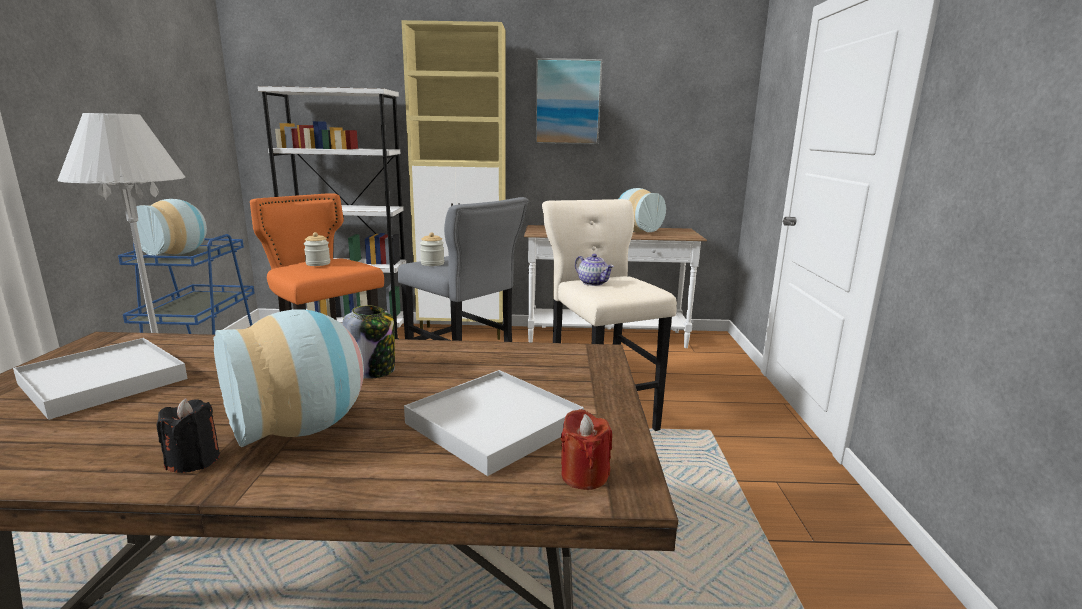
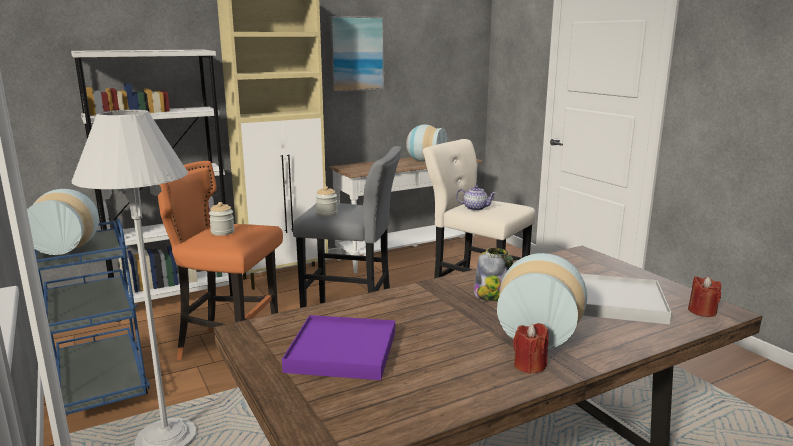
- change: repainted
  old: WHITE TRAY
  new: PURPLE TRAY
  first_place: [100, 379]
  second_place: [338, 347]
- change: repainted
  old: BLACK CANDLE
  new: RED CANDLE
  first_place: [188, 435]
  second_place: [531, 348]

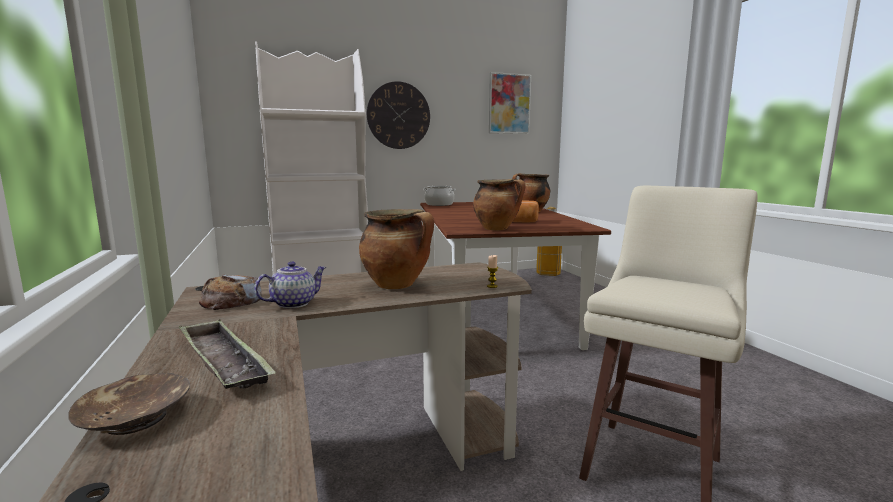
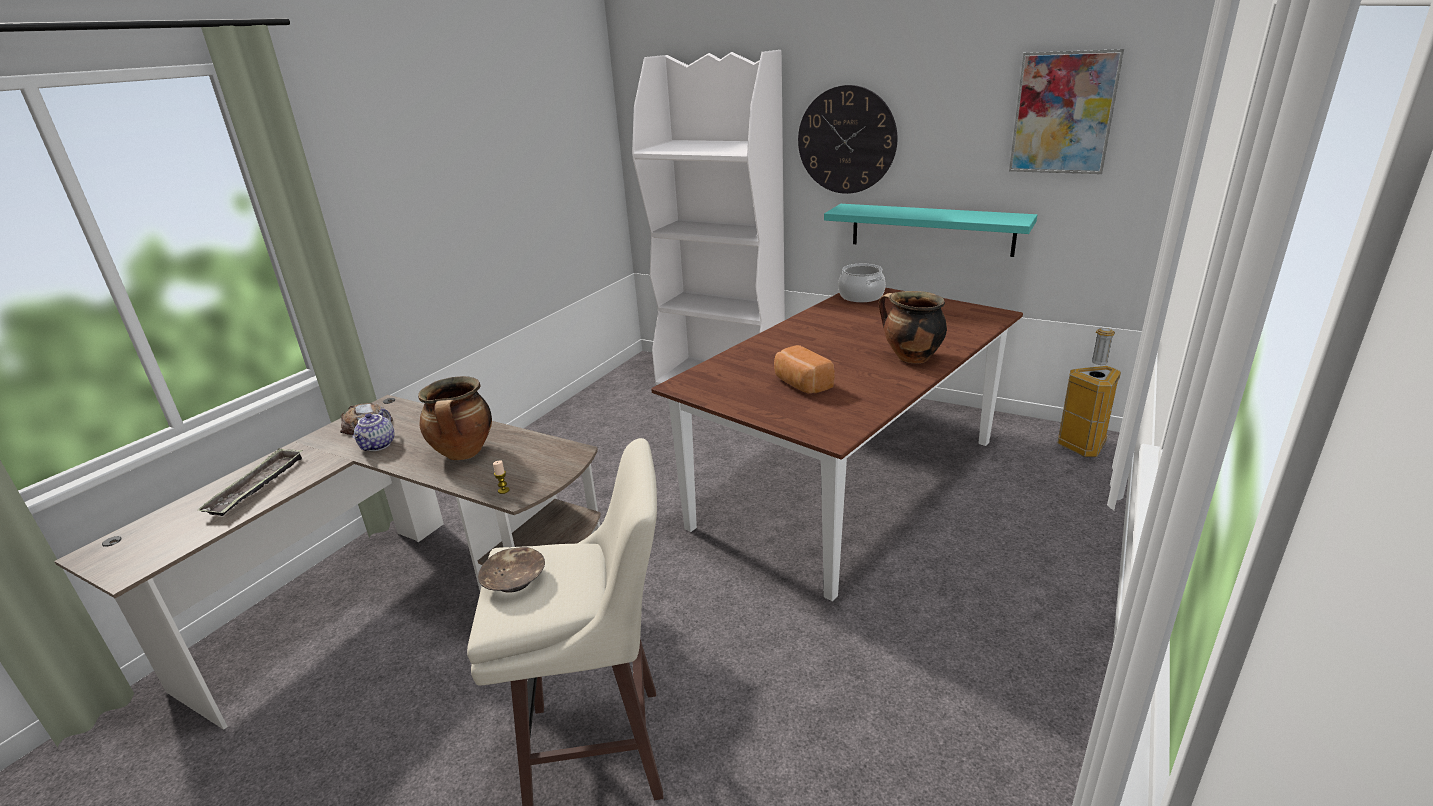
- change: gone
  old: COOKING POT
  first_place: [499, 204]
- change: new
  new: TURQUOISE SHELF
  second_place: [930, 230]
- change: shifted
  old: BROWN BOWL
  first_place: [129, 404]
  second_place: [511, 570]
- change: rotated
  old: TEAPOT
  first_place: [290, 284]
  second_place: [373, 430]
  degrees: 90

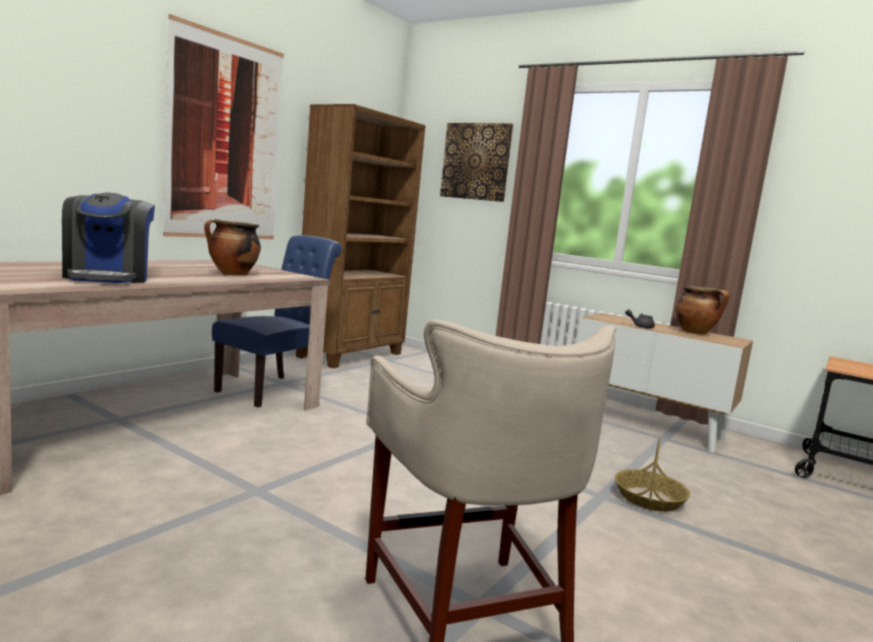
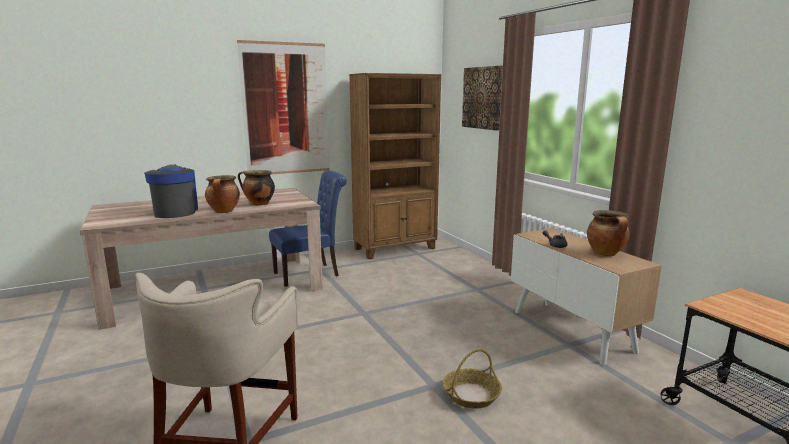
- change: new
  new: COOKING POT
  second_place: [222, 194]
- change: rotated
  old: COFFEE MACHINE
  first_place: [108, 238]
  second_place: [171, 191]
  degrees: 150

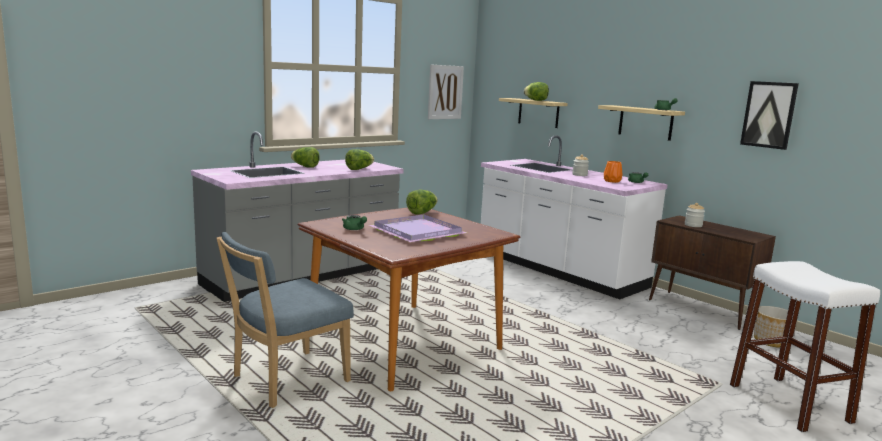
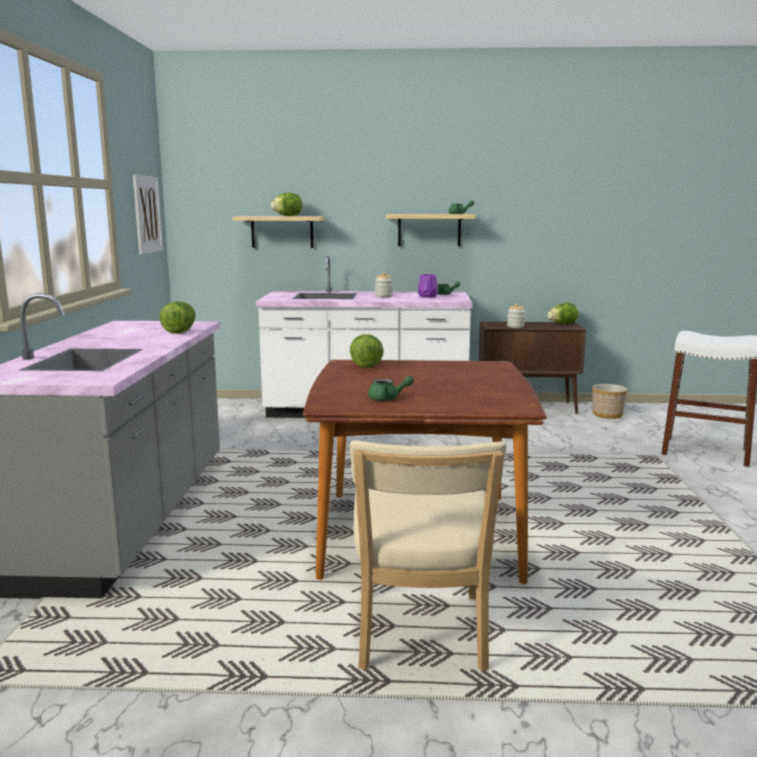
- change: gone
  old: PURPLE TRAY
  first_place: [418, 228]
- change: gone
  old: PICTURE
  first_place: [769, 115]
- change: shifted
  old: LETTUCE
  first_place: [305, 157]
  second_place: [562, 313]
- change: repainted
  old: BLUE CHAIR
  new: BEIGE CHAIR
  first_place: [285, 319]
  second_place: [428, 556]
- change: repainted
  old: ORANGE VASE
  new: PURPLE VASE
  first_place: [613, 172]
  second_place: [428, 286]

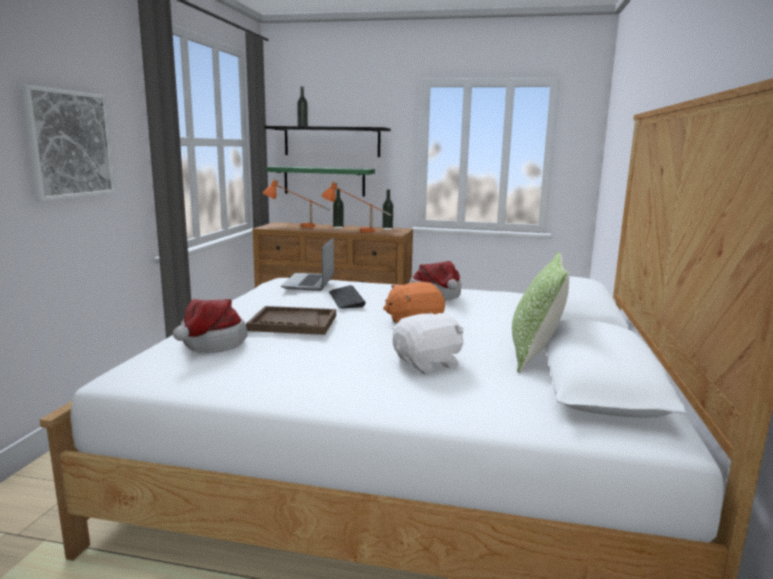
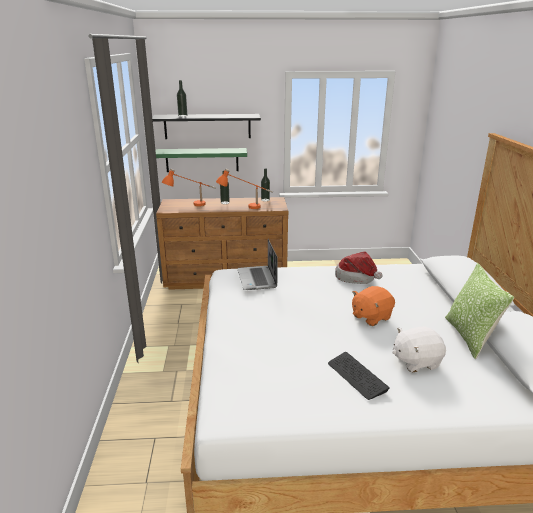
- change: gone
  old: PICTURE
  first_place: [67, 143]
- change: gone
  old: HAT
  first_place: [210, 326]
- change: gone
  old: BROWN TRAY
  first_place: [291, 320]
- change: shifted
  old: KEYBOARD
  first_place: [347, 297]
  second_place: [359, 376]
- change: rotated
  old: WHITE PLUSH TOY
  first_place: [428, 343]
  second_place: [419, 349]
  degrees: -150

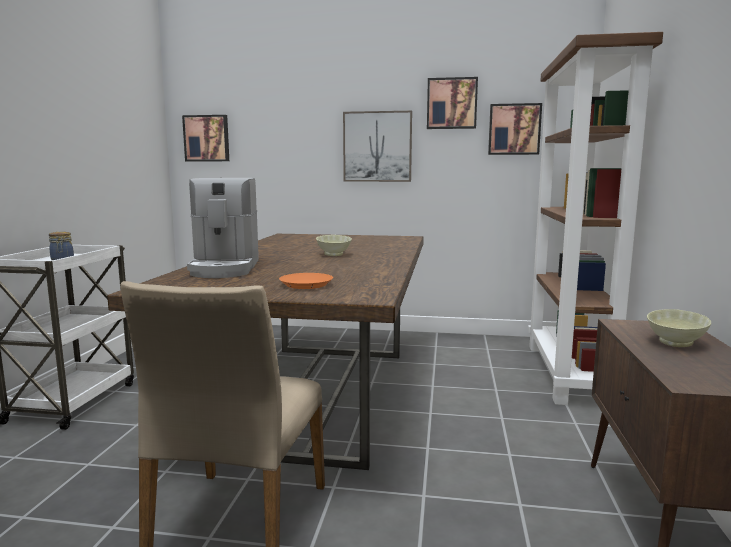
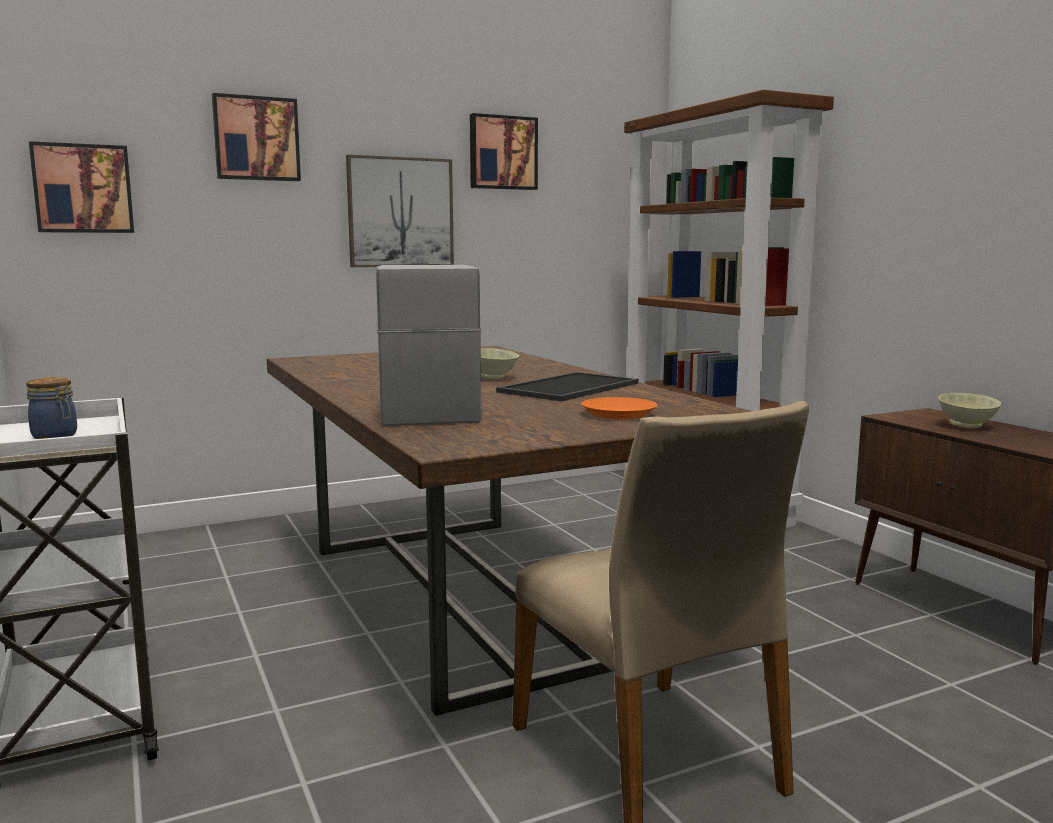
- change: new
  new: TRAY
  second_place: [567, 386]
- change: shifted
  old: PICTURE
  first_place: [515, 129]
  second_place: [256, 137]
- change: rotated
  old: COFFEE MACHINE
  first_place: [223, 228]
  second_place: [429, 345]
  degrees: -150

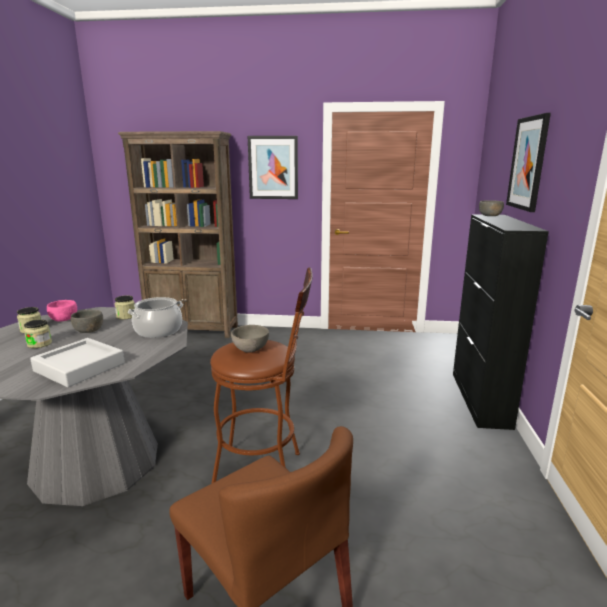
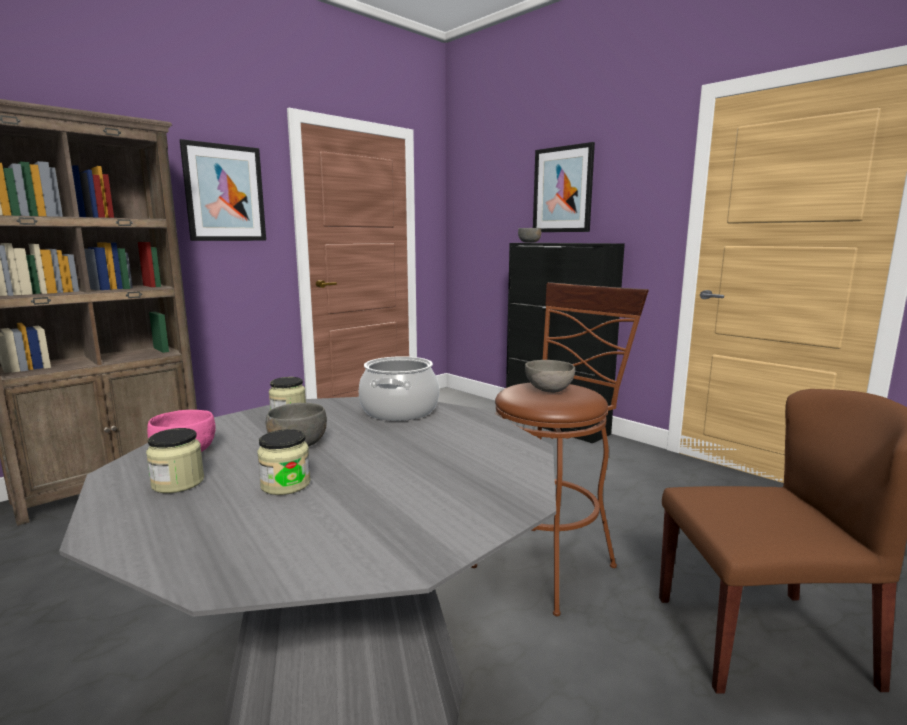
- change: gone
  old: GREY TRAY
  first_place: [77, 362]

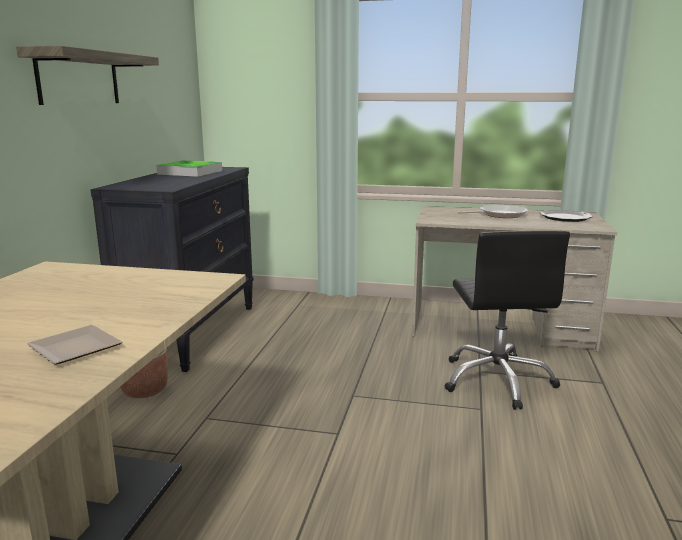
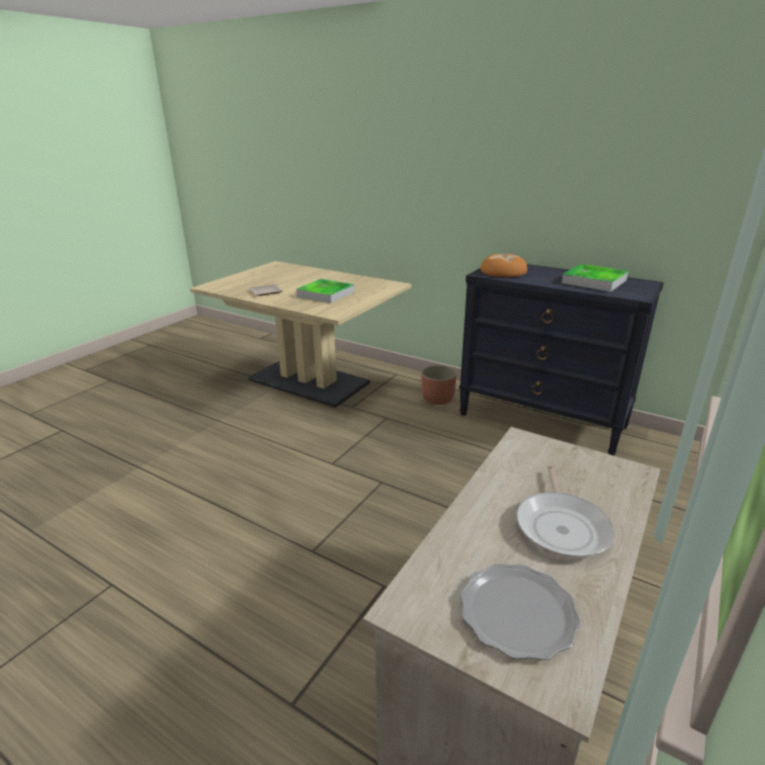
- change: gone
  old: SHELF
  first_place: [87, 75]
- change: gone
  old: BLACK OFFICE CHAIR
  first_place: [507, 320]
- change: new
  new: TRAY
  second_place: [325, 291]
- change: new
  new: BREAD
  second_place: [503, 265]

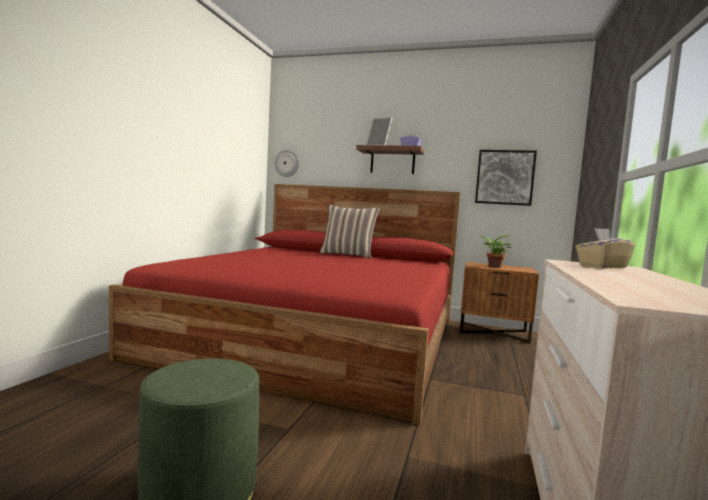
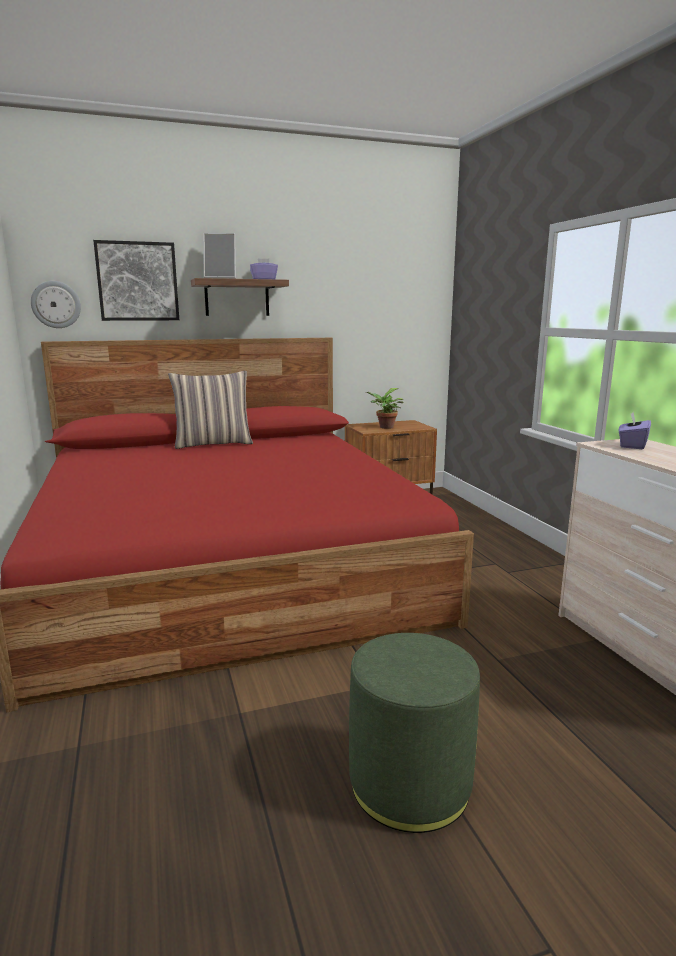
- change: shifted
  old: PICTURE
  first_place: [506, 178]
  second_place: [136, 280]
- change: repainted
  old: BEIGE TISSUE BOX
  new: PURPLE TISSUE BOX
  first_place: [605, 248]
  second_place: [634, 430]

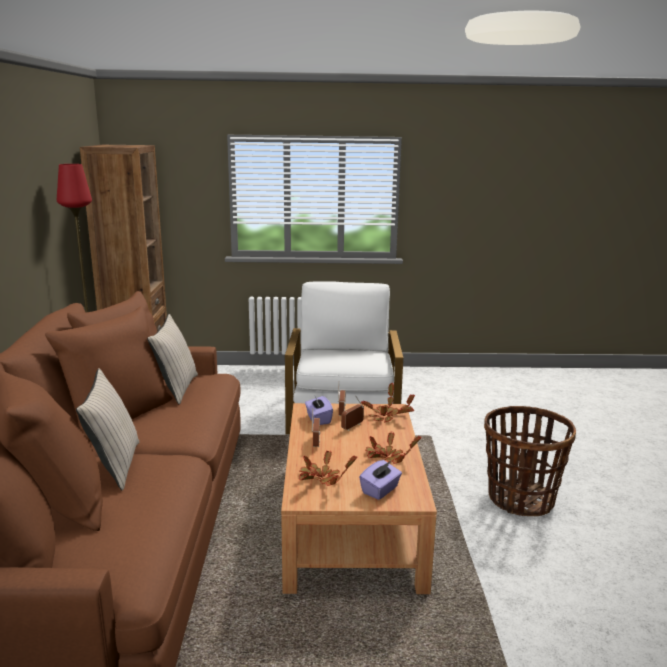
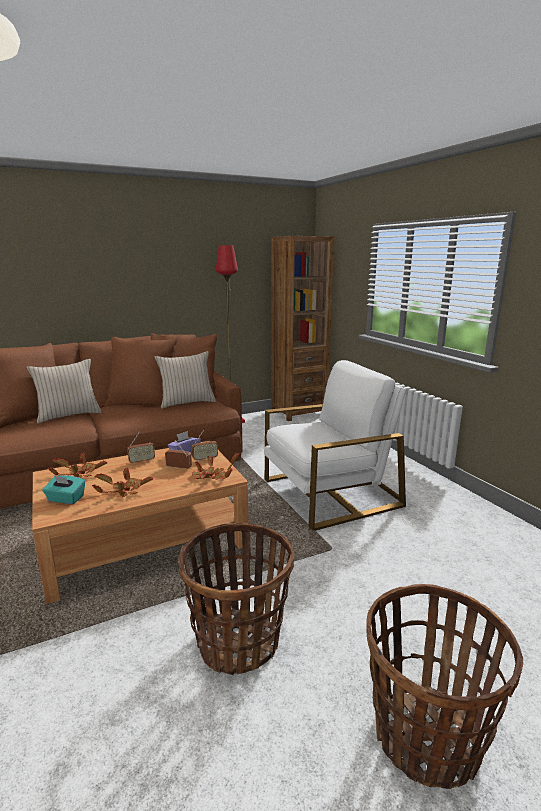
- change: new
  new: BASKET
  second_place: [444, 686]
- change: repainted
  old: PURPLE TISSUE BOX
  new: TURQUOISE TISSUE BOX
  first_place: [380, 480]
  second_place: [64, 489]

